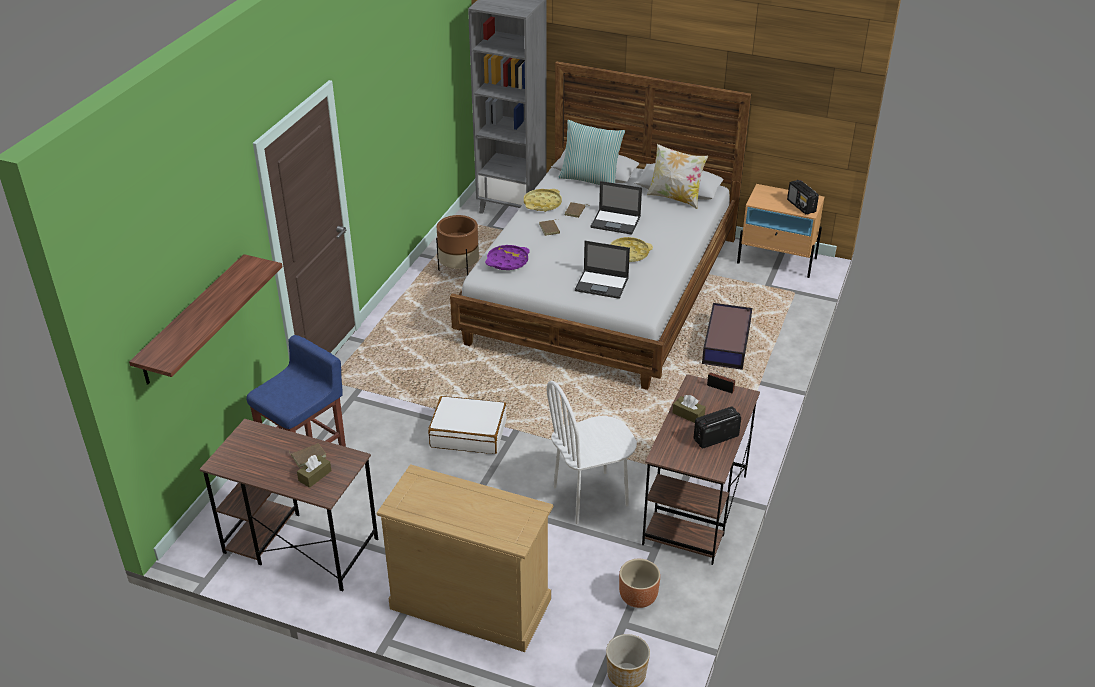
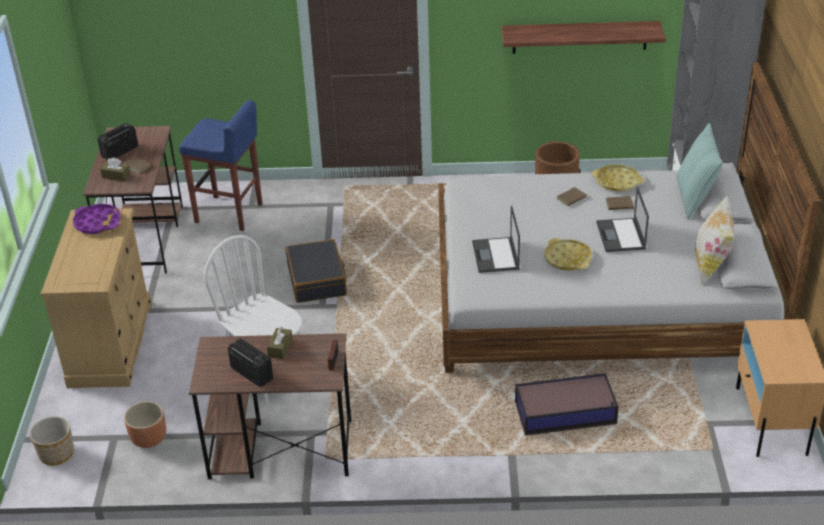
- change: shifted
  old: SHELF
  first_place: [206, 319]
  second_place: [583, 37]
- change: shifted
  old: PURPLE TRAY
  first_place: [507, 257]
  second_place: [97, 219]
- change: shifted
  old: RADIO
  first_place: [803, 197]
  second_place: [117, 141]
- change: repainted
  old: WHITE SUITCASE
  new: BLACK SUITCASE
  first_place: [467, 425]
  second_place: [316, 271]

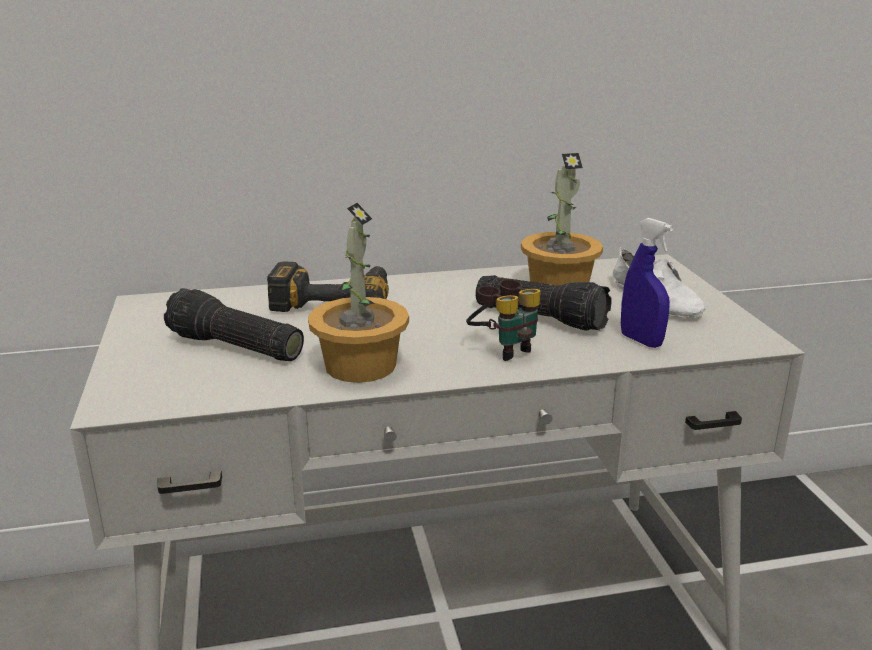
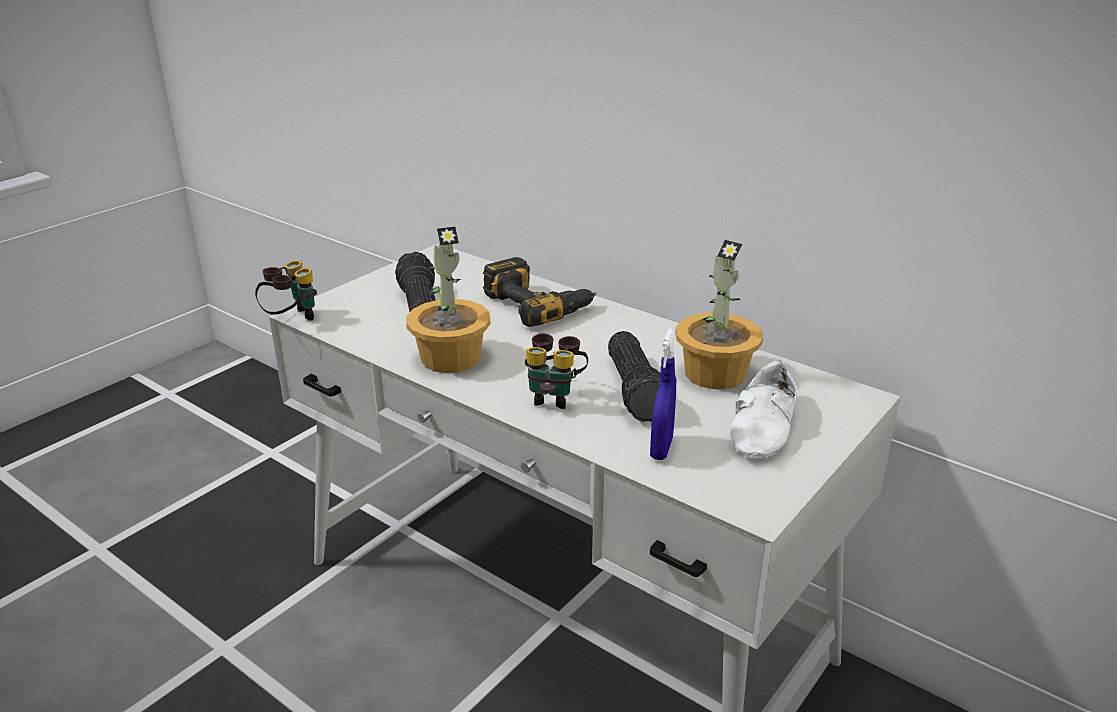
- change: new
  new: BINOCULARS
  second_place: [286, 290]

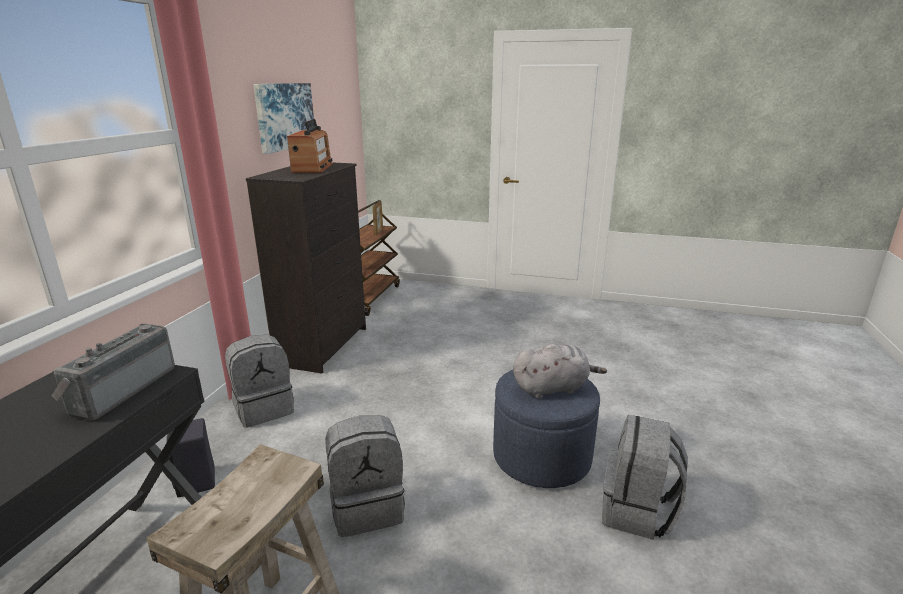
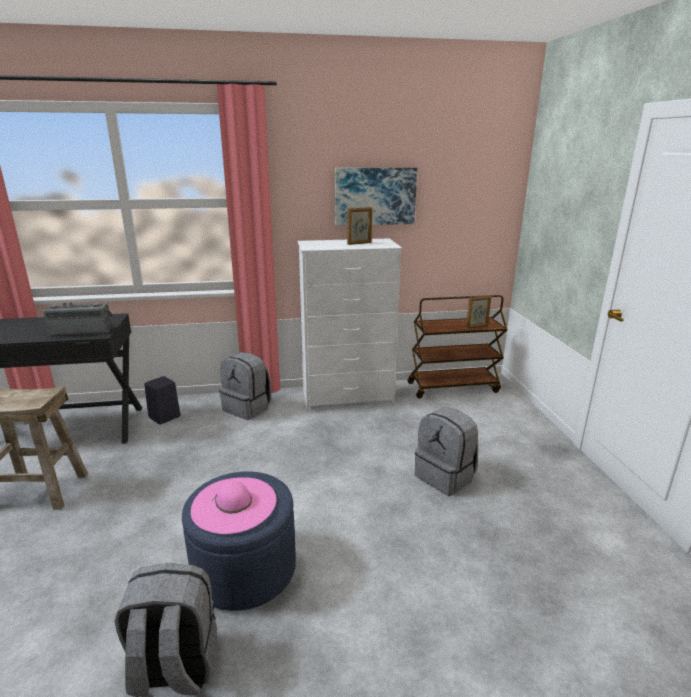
- change: shifted
  old: GREY BACKPACK
  first_place: [365, 476]
  second_place: [446, 451]
- change: swapped
  old: RADIO
  new: PICTURE FRAME
  first_place: [310, 146]
  second_place: [359, 226]
- change: swapped
  old: GREY PLUSH TOY
  new: PINK HAT
  first_place: [560, 371]
  second_place: [233, 505]
- change: repainted
  old: BLACK DRESSER
  new: WHITE DRESSER
  first_place: [306, 268]
  second_place: [350, 325]

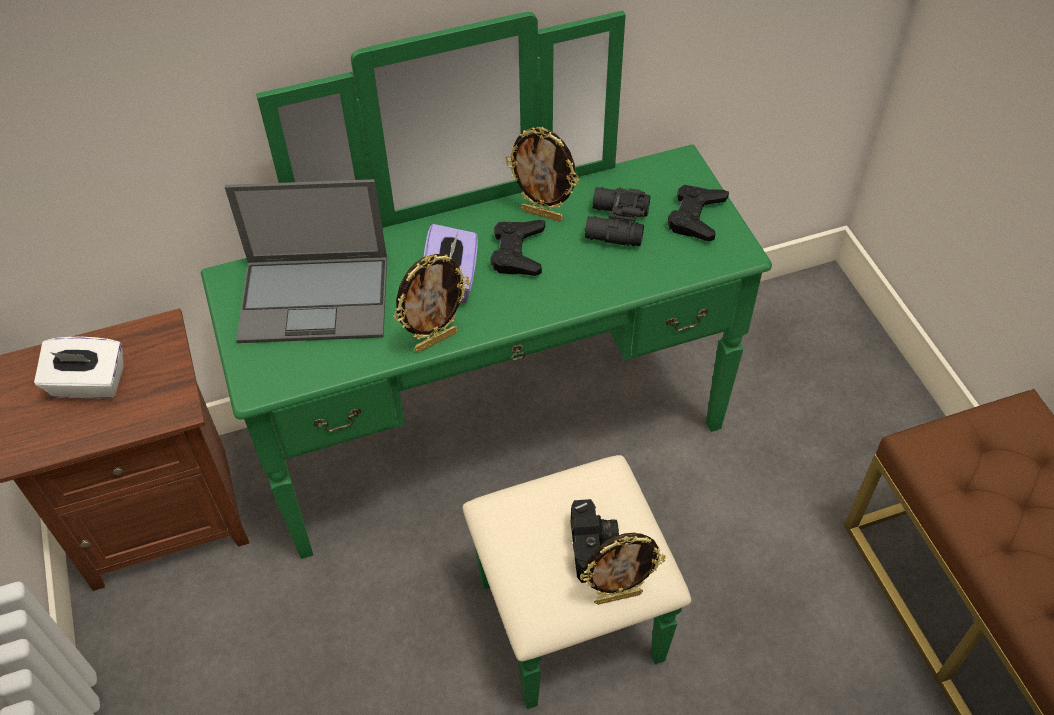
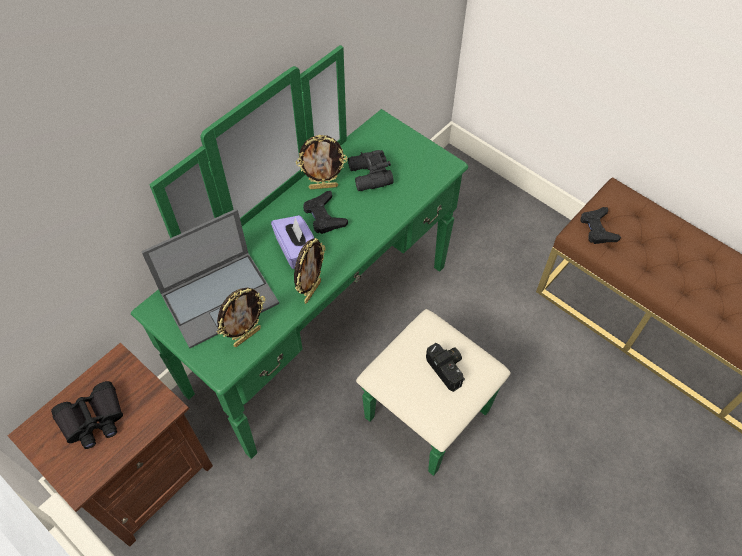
- change: shifted
  old: PICTURE FRAME
  first_place: [623, 569]
  second_place: [241, 317]
- change: shifted
  old: BLACK GAME CONTROLLER
  first_place: [698, 213]
  second_place: [600, 225]
- change: swapped
  old: WHITE TISSUE BOX
  new: BLACK BINOCULARS
  first_place: [79, 368]
  second_place: [87, 415]

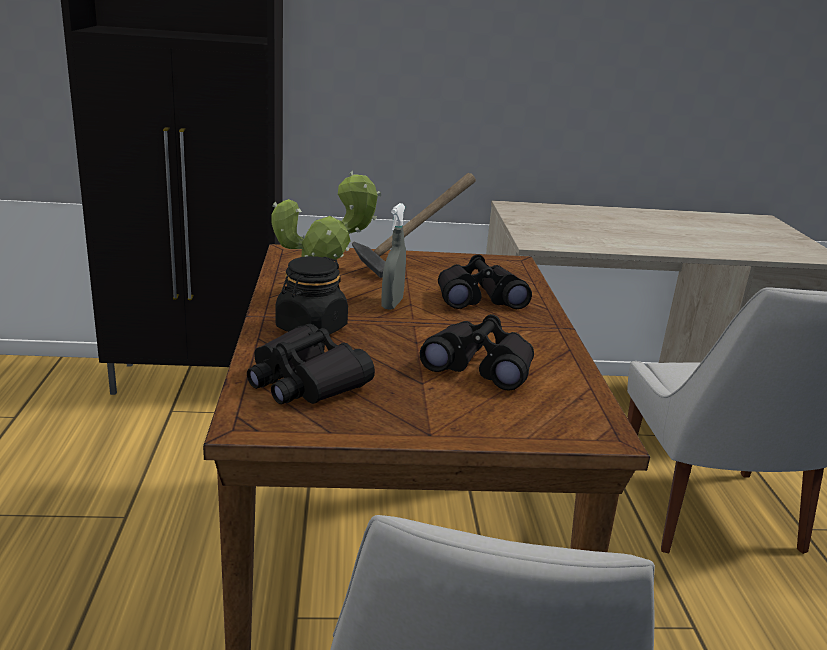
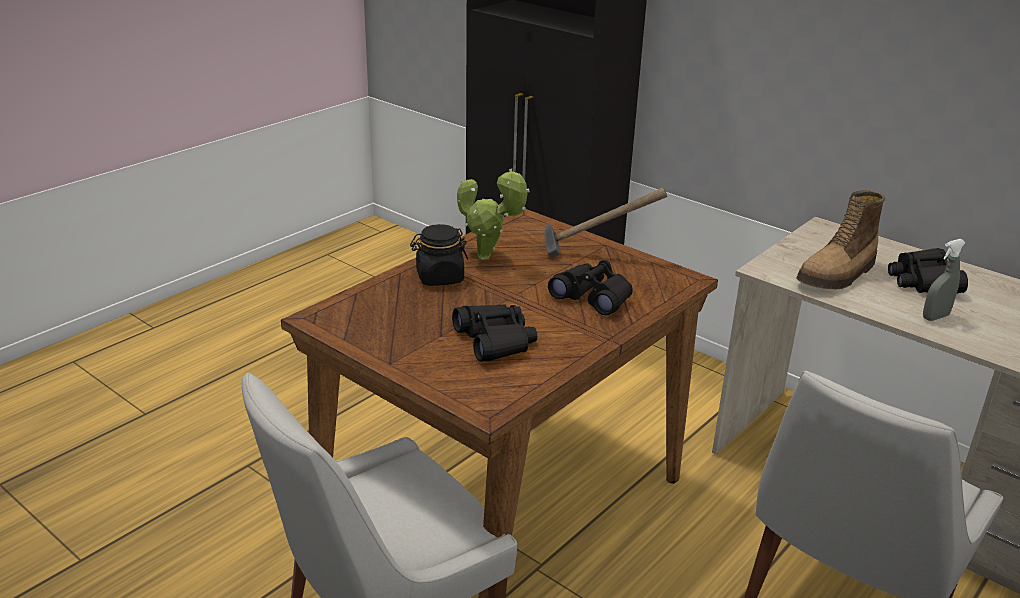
- change: new
  new: BOOT
  second_place: [840, 239]
- change: shifted
  old: BLACK BINOCULARS
  first_place: [311, 364]
  second_place: [928, 270]
- change: shifted
  old: GREY SPRAY BOTTLE
  first_place: [393, 256]
  second_place: [944, 280]

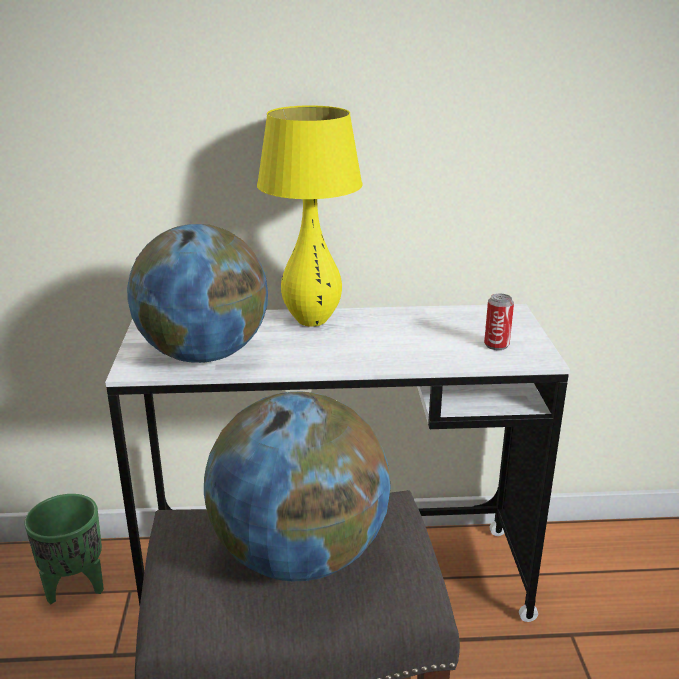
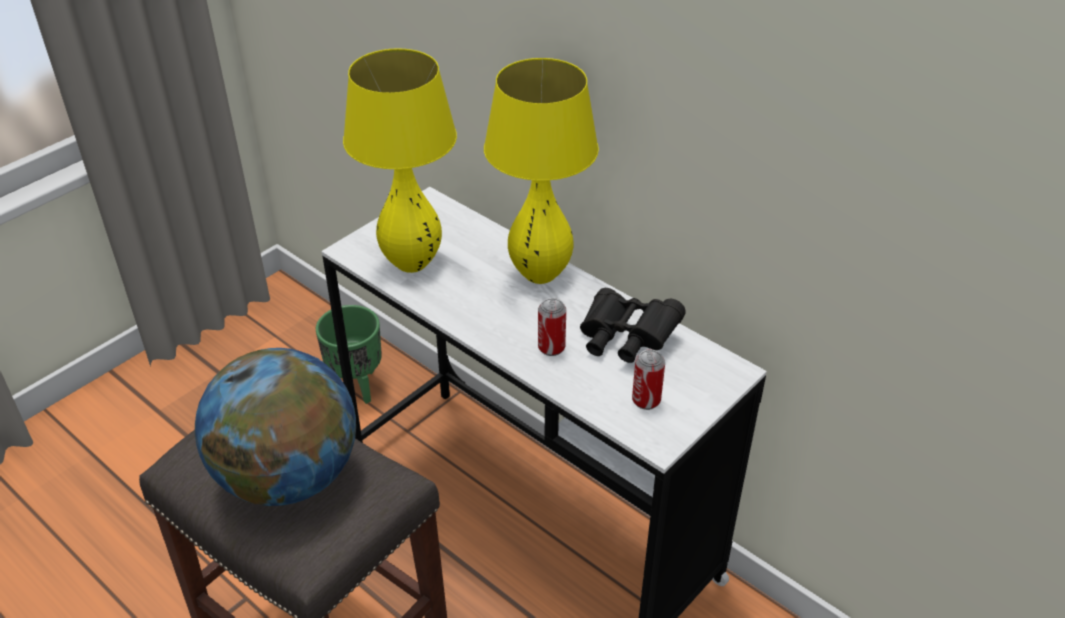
- change: new
  new: CAN
  second_place: [552, 327]
- change: new
  new: BLACK BINOCULARS
  second_place: [633, 325]
- change: swapped
  old: GLOBE
  new: YELLOW TABLE LAMP
  first_place: [197, 293]
  second_place: [400, 160]

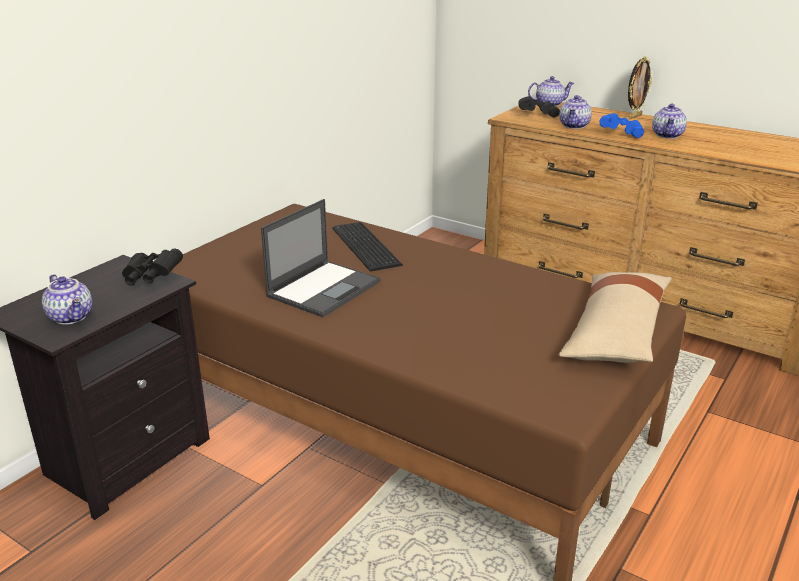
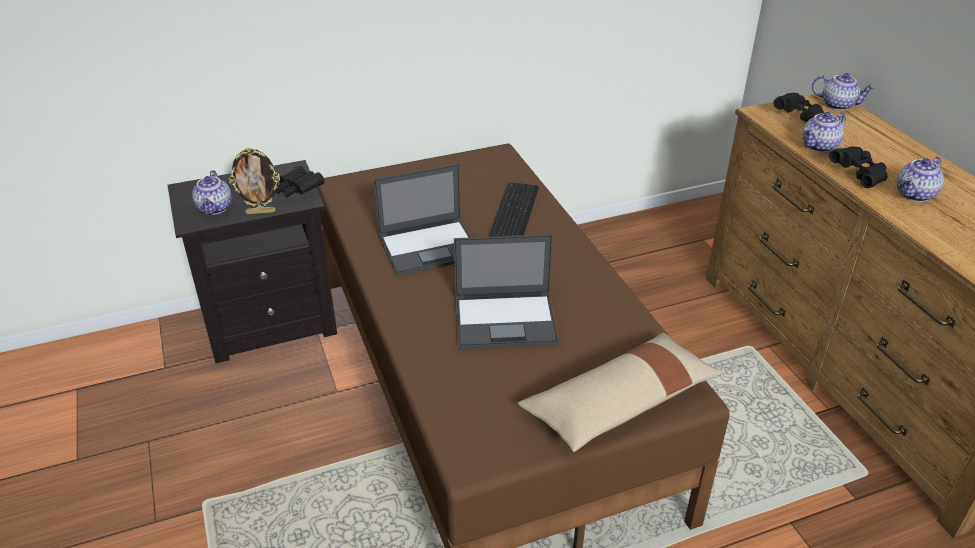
- change: new
  new: LAPTOP
  second_place: [506, 292]
- change: shifted
  old: PICTURE FRAME
  first_place: [640, 87]
  second_place: [254, 181]
- change: repainted
  old: BLUE BINOCULARS
  new: BLACK BINOCULARS
  first_place: [621, 125]
  second_place: [858, 167]

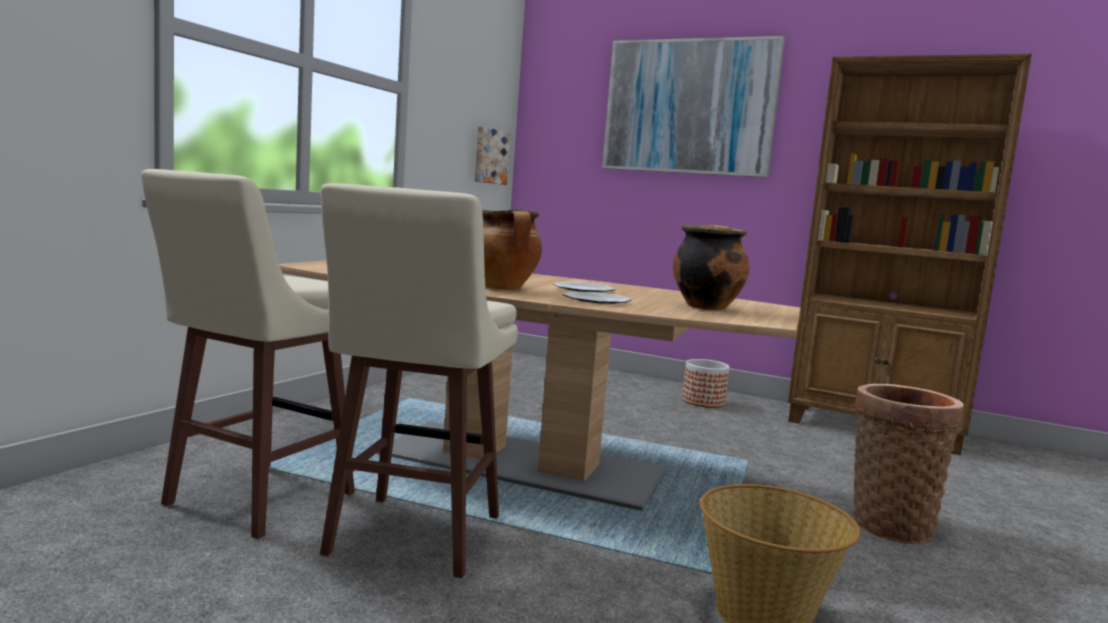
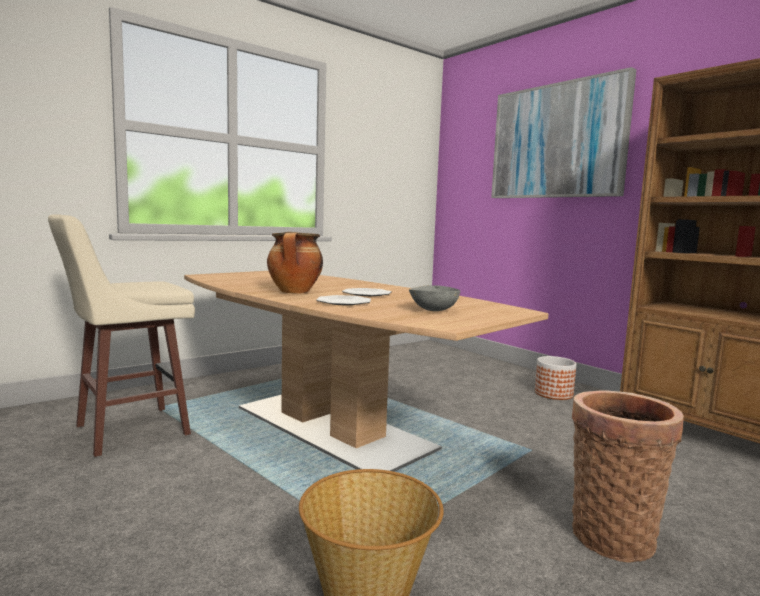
- change: gone
  old: BEIGE STOOL
  first_place: [419, 380]
- change: gone
  old: PICTURE
  first_place: [492, 155]
- change: swapped
  old: COOKING POT
  new: GREY BOWL
  first_place: [711, 267]
  second_place: [435, 298]

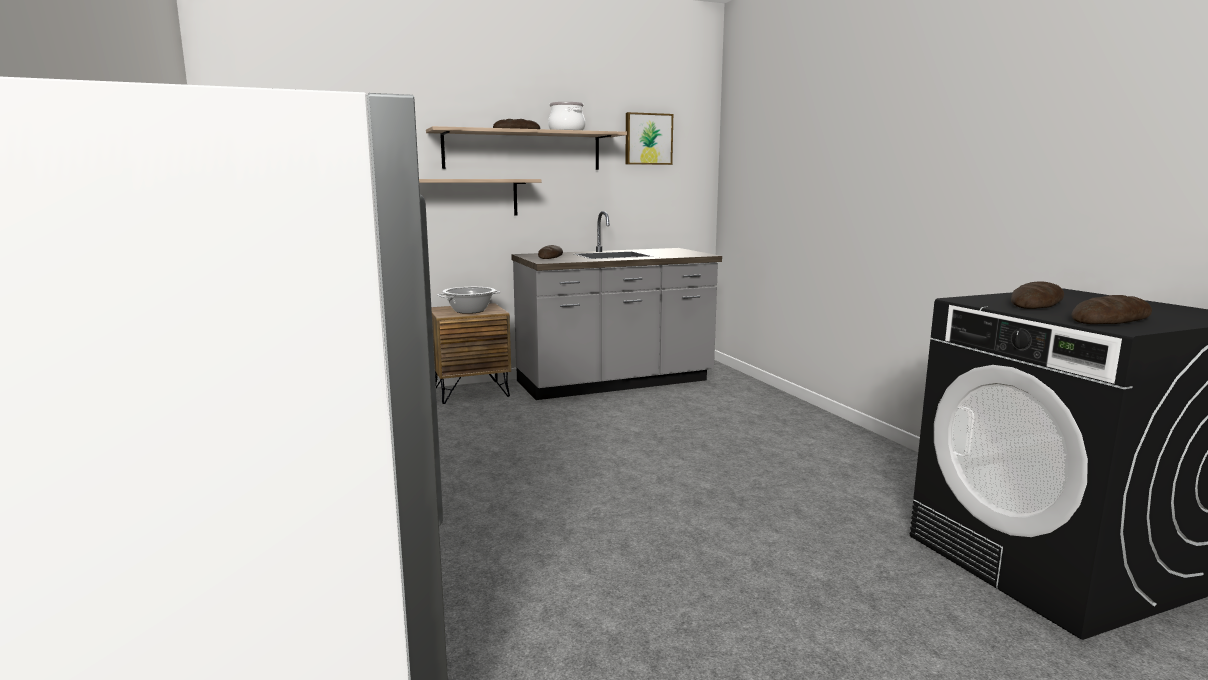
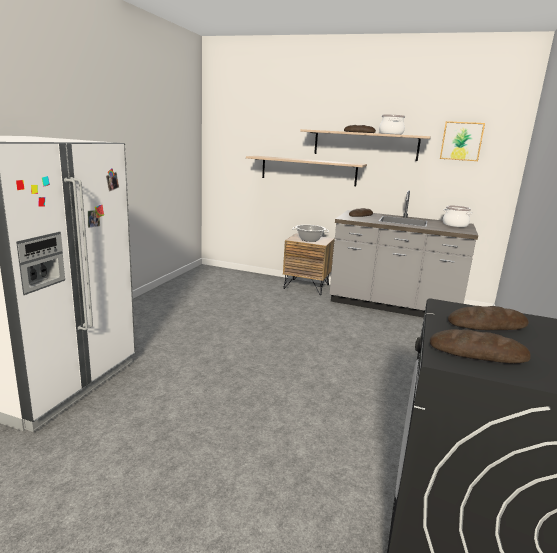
- change: new
  new: COOKING POT
  second_place: [457, 216]

